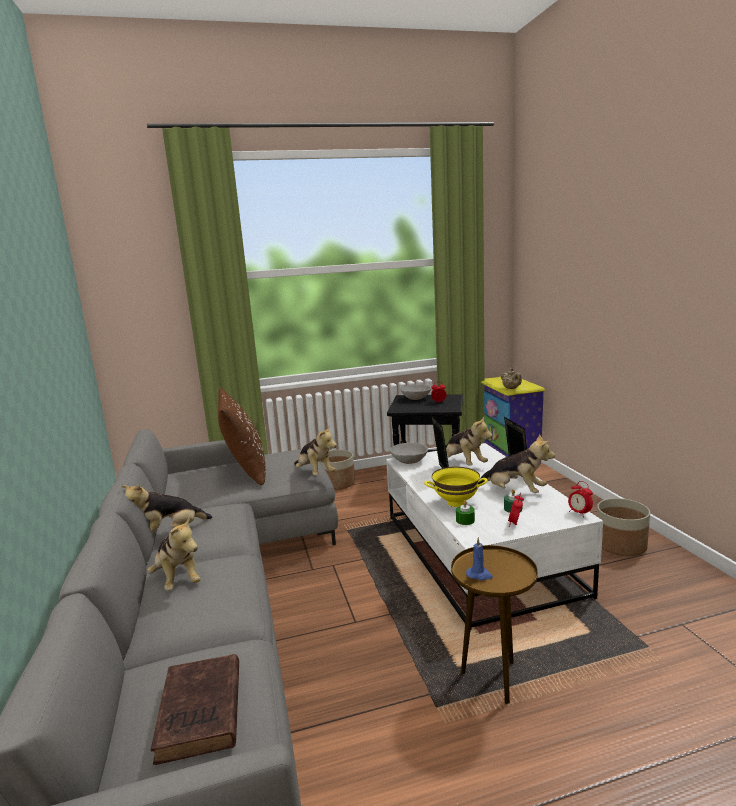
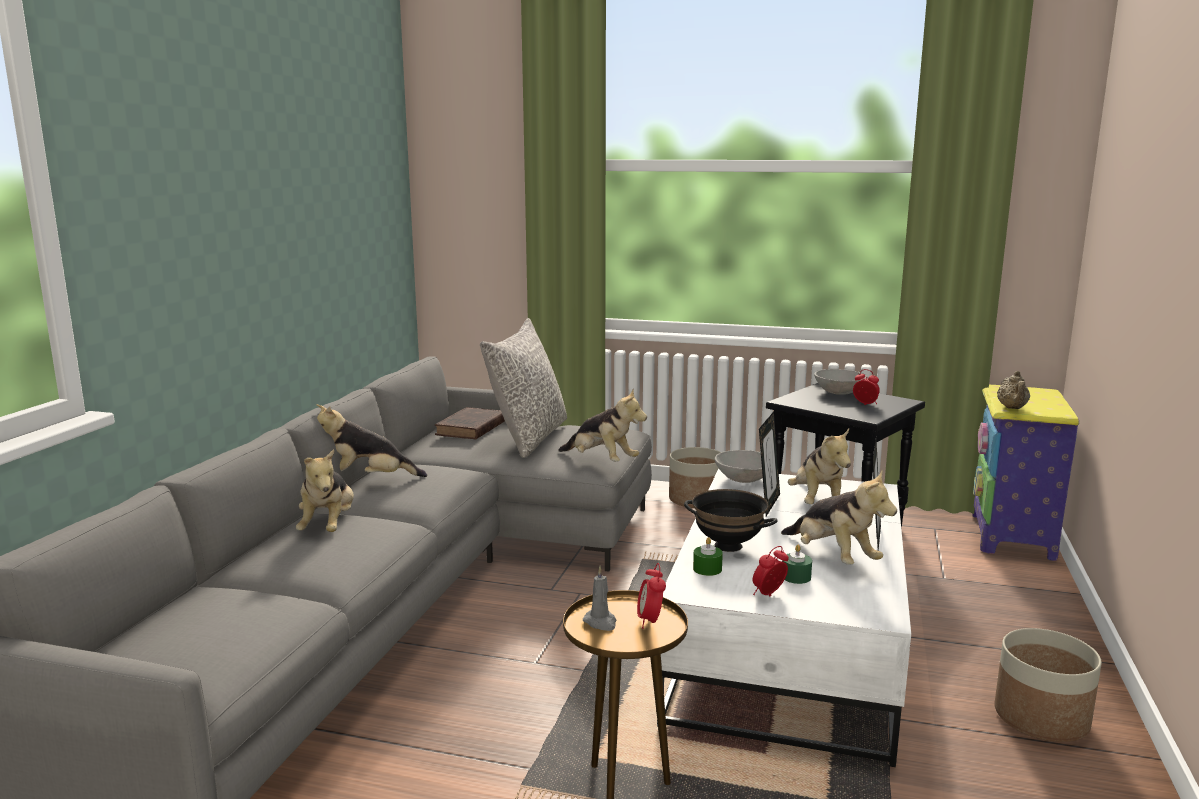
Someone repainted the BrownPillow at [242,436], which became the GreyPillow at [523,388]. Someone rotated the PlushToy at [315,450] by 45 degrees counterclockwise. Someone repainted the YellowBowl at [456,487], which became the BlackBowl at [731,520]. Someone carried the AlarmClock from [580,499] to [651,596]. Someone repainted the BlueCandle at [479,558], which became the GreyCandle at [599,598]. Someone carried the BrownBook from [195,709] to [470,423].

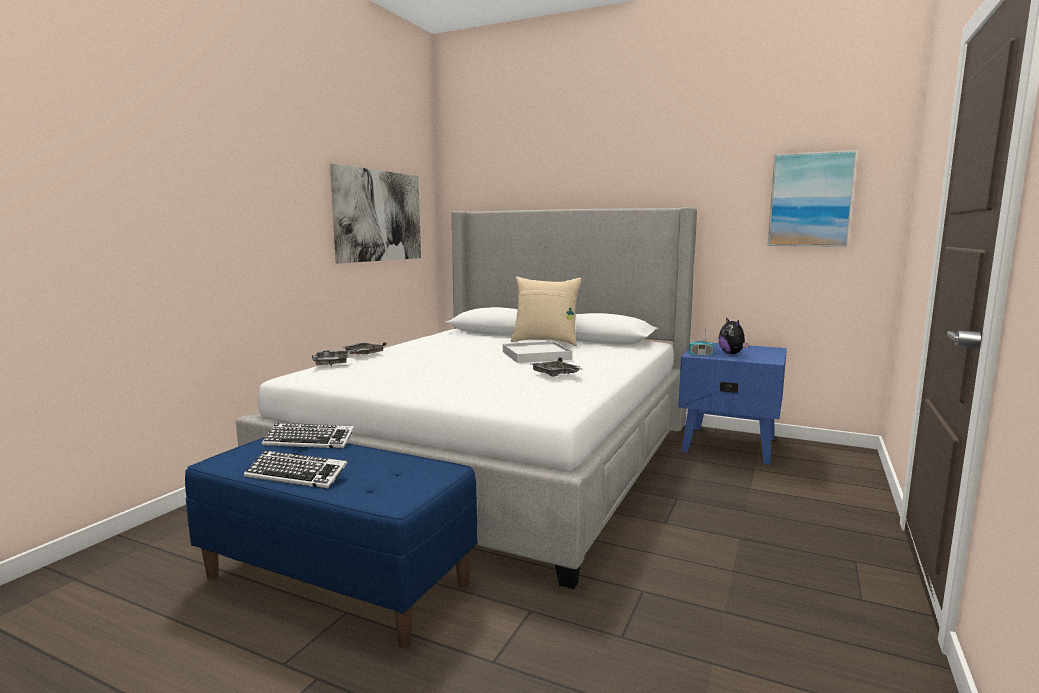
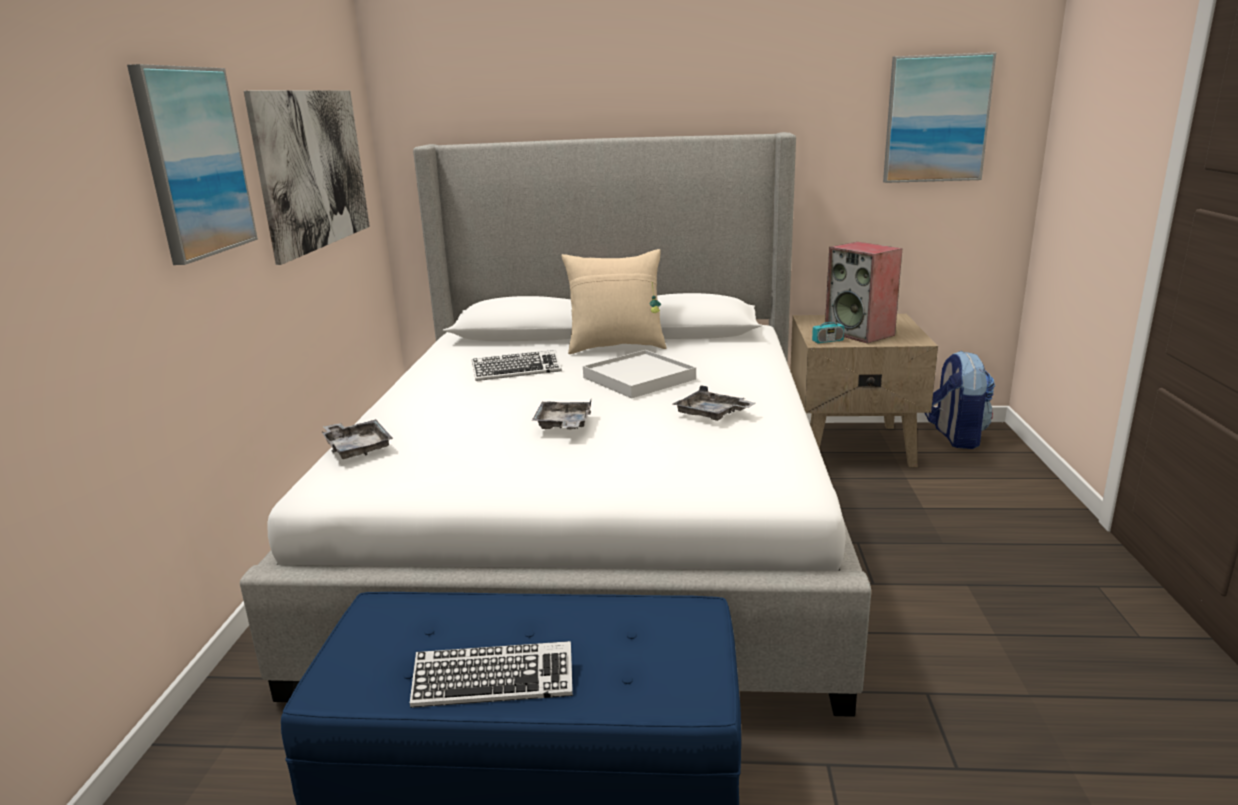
Someone swapped the PlushToy at [733,335] for the Speaker at [864,292]. Someone carried the GreyTray from [364,348] to [562,413]. Someone repainted the BlueNightstand at [732,403], which became the BeigeNightstand at [864,390]. Someone carried the Keyboard from [308,436] to [517,365]. Someone put up the Picture at [192,164]. Someone put down the Backpack at [959,399].

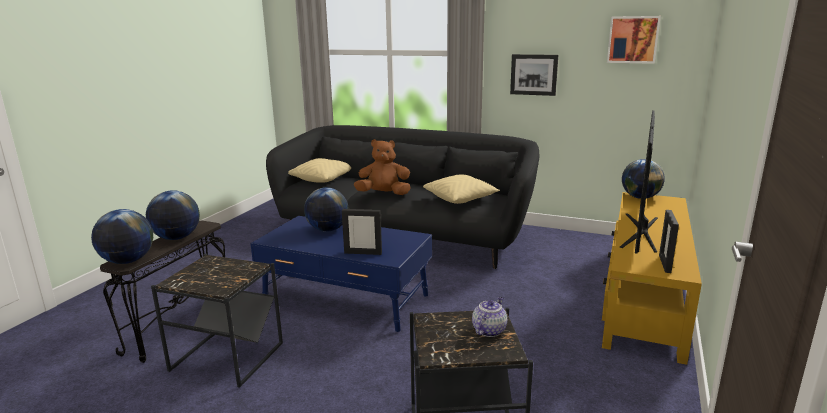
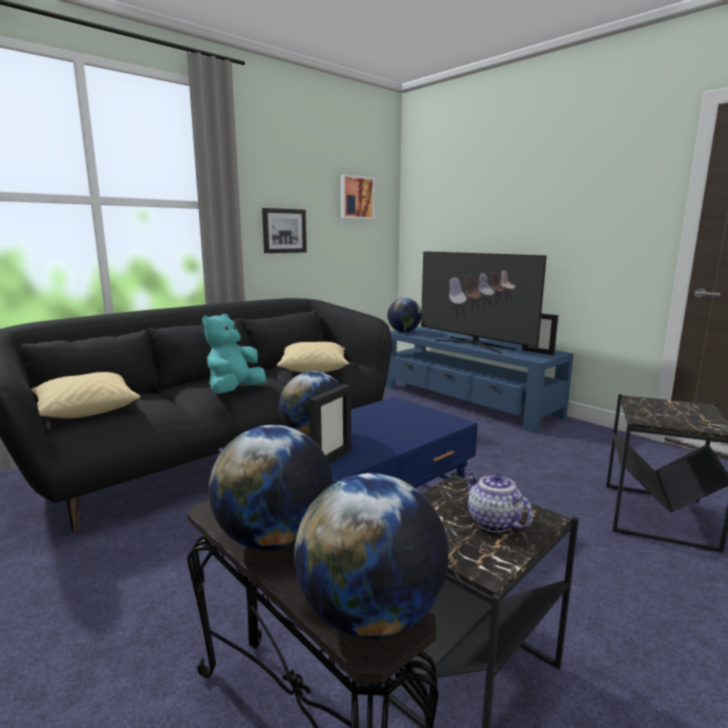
Someone repainted the BrownPlushToy at [382,167], which became the TurquoisePlushToy at [234,353]. Someone repainted the YellowTvStand at [652,278], which became the BlueTvStand at [479,379]. Someone carried the PictureFrame from [362,232] to [330,424]. Someone carried the Teapot from [489,316] to [498,501].

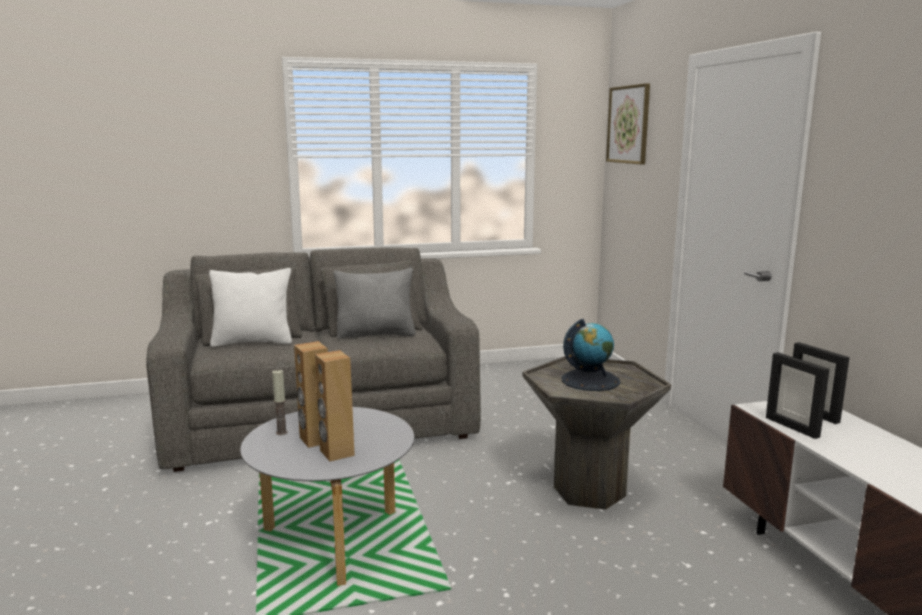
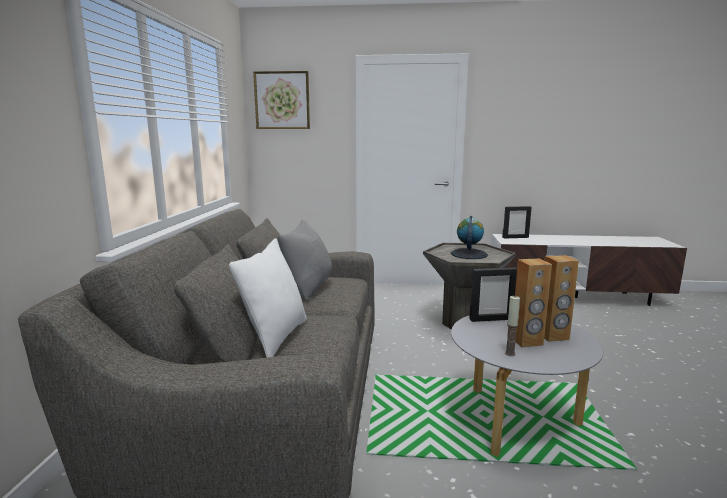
Someone carried the PictureFrame from [797,395] to [493,295].

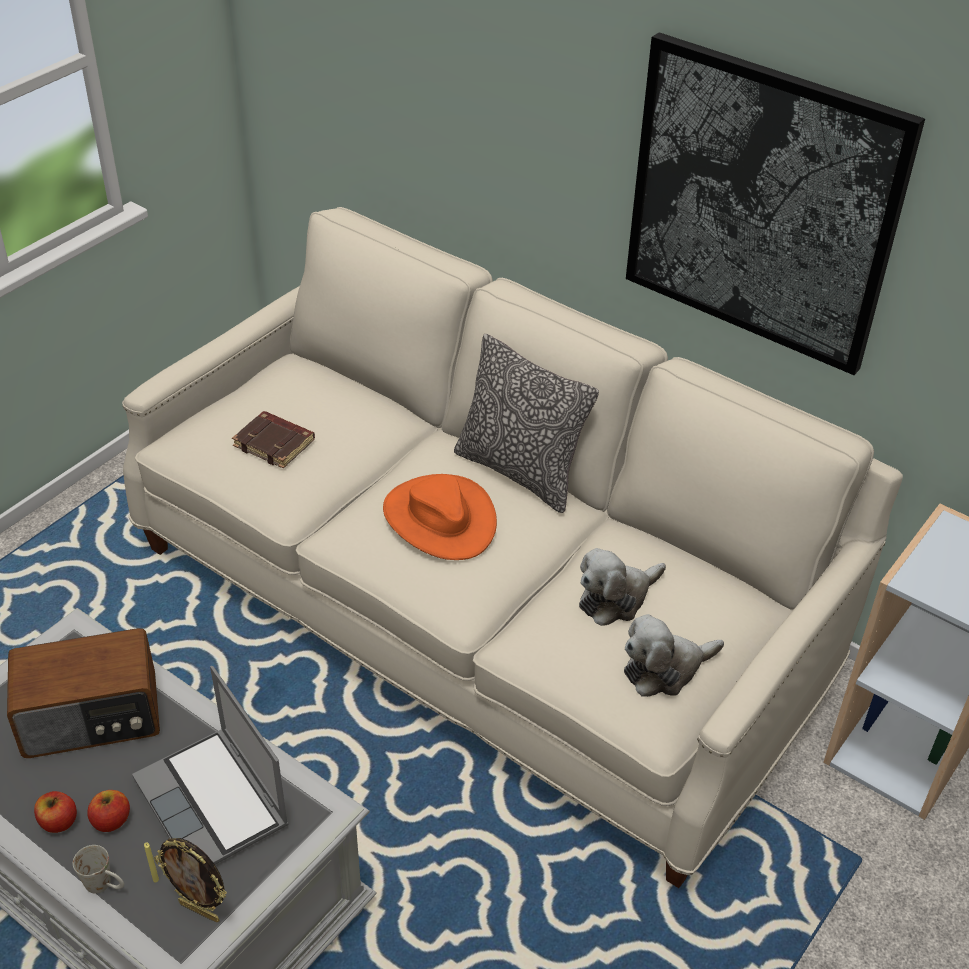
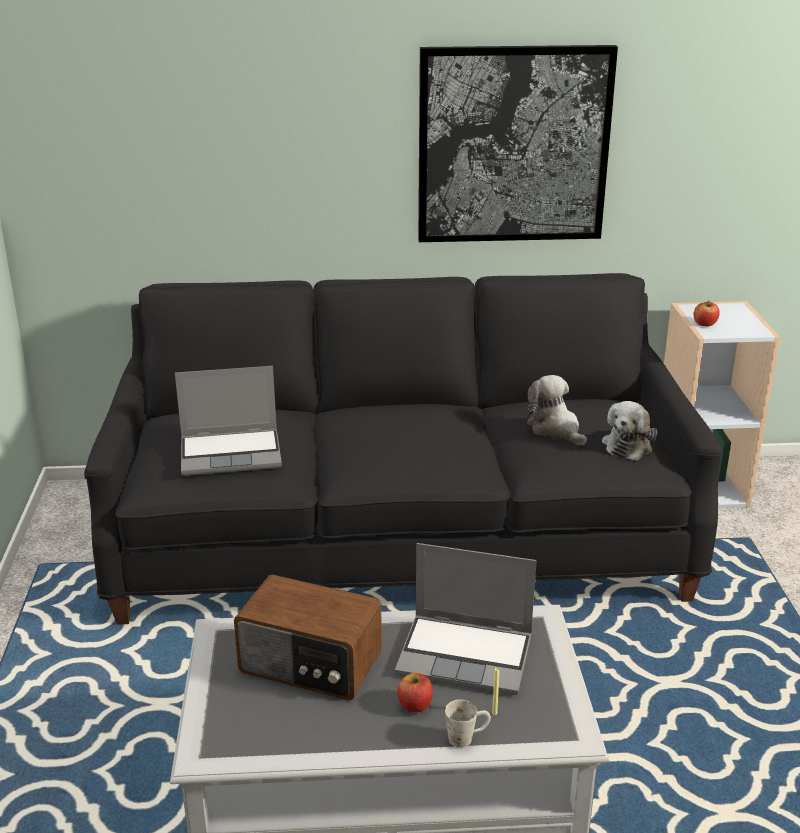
Someone repainted the BeigeSofa at [512,547], which became the BlackSofa at [403,449]. Someone took away the Pillow at [526,423]. Someone swapped the BrownBook at [273,440] for the Laptop at [228,421]. Someone took away the OrangeHat at [440,517]. Someone rotated the PlushToy at [622,587] by 135 degrees clockwise. Someone rotated the Radio at [83,693] by 75 degrees clockwise. Someone carried the Apple from [55,812] to [706,313]. Someone took away the PictureFrame at [190,880].

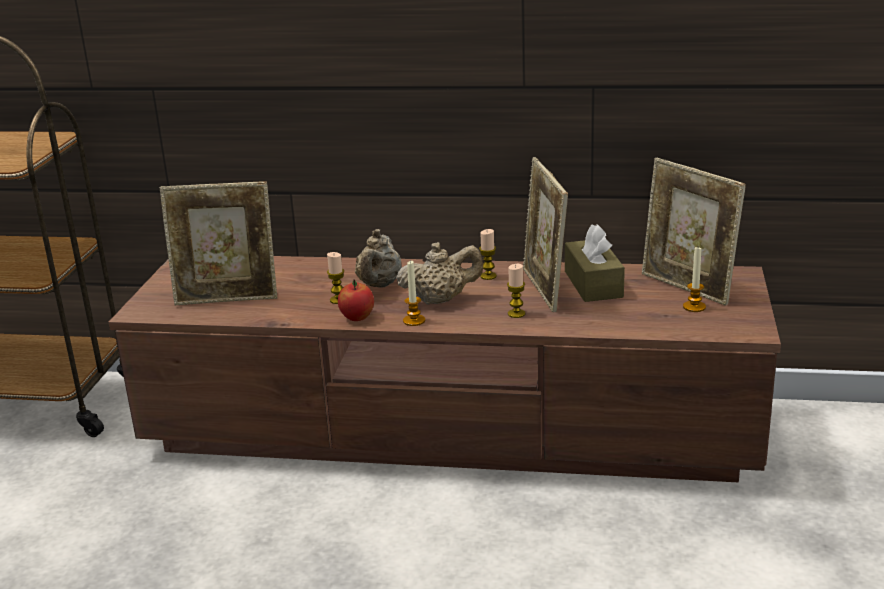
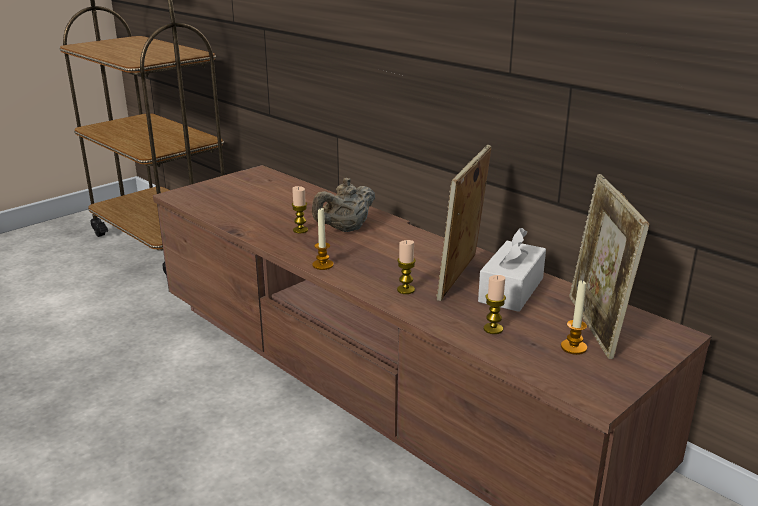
Someone took away the PictureFrame at [218,243]. Someone repainted the BrownTissueBox at [595,263], which became the WhiteTissueBox at [512,270]. Someone carried the Candle from [488,254] to [495,304]. Someone took away the BeigeTeapot at [439,273]. Someone took away the Apple at [356,300].

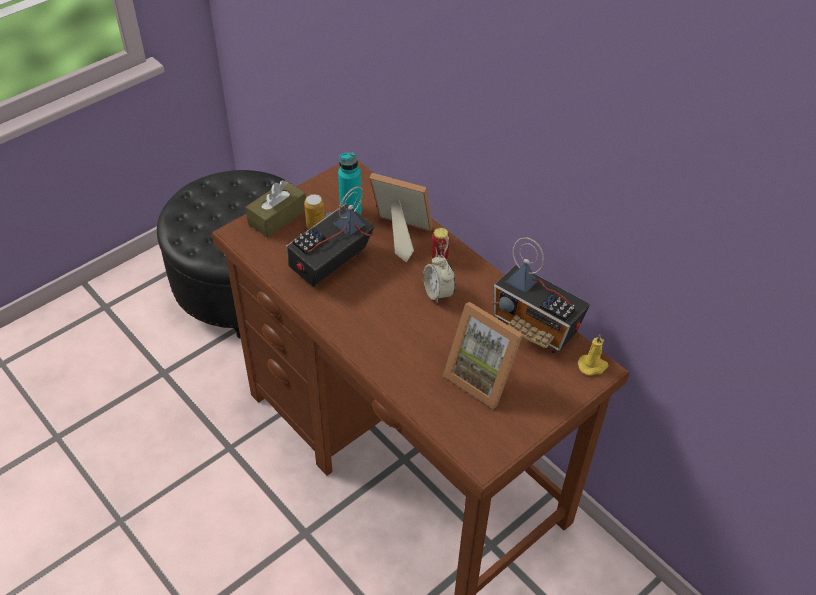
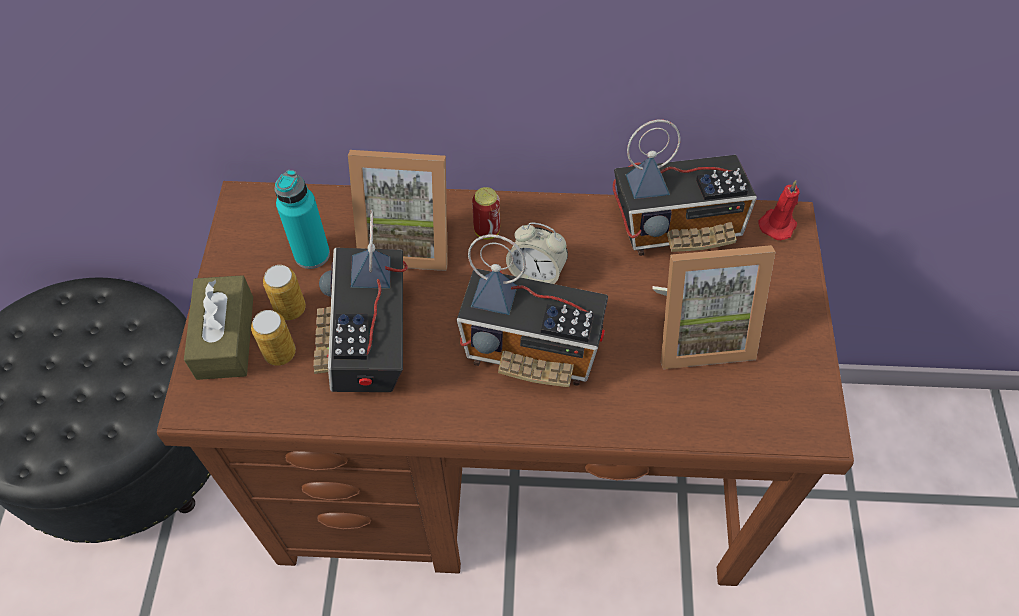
Someone rotated the PictureFrame at [401,217] by 150 degrees counterclockwise. Someone repainted the YellowCandle at [593,355], which became the RedCandle at [779,210]. Someone put down the Radio at [532,310]. Someone put down the Can at [273,338].

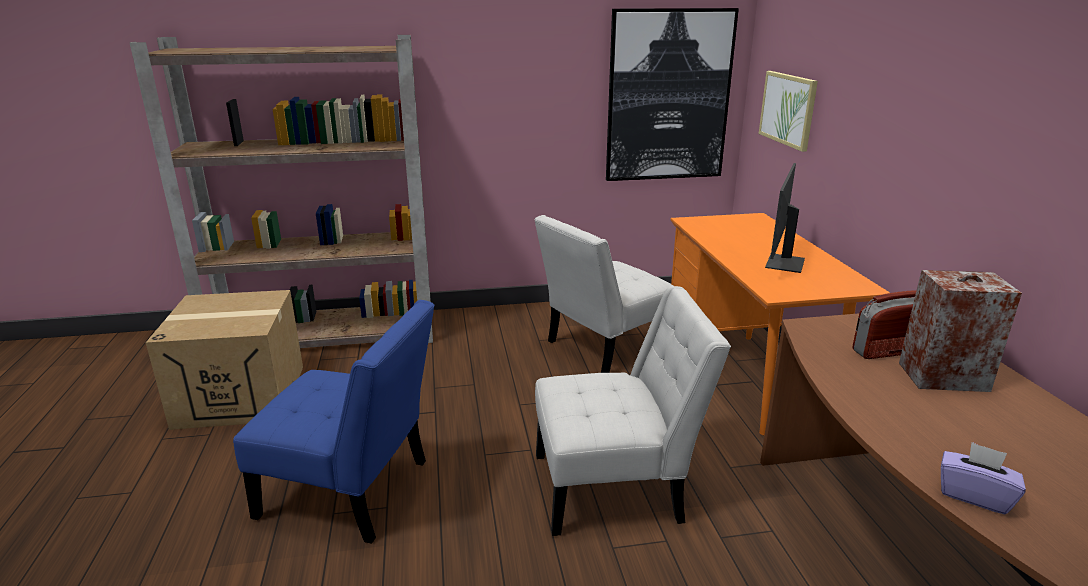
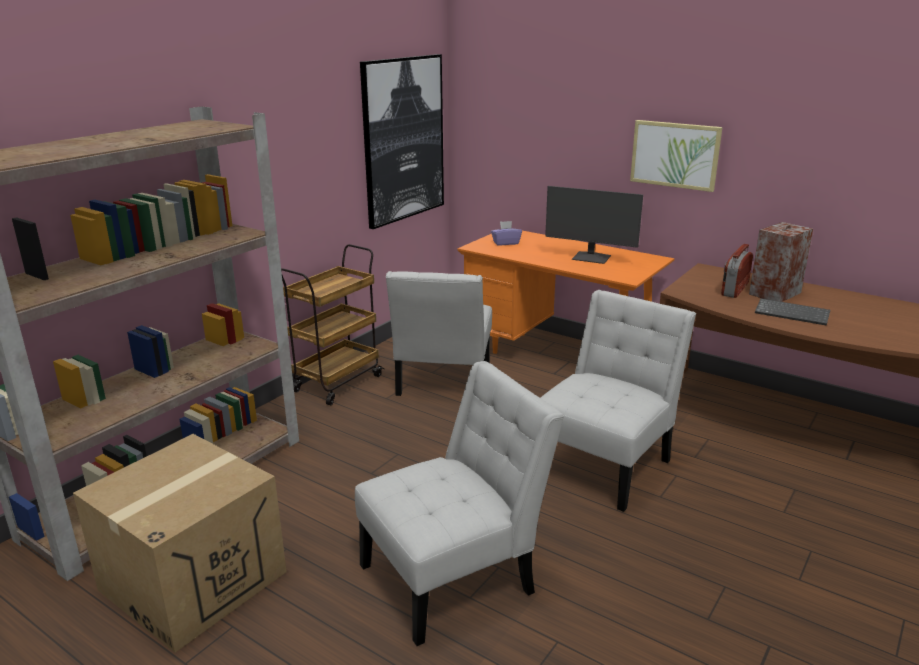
Someone carried the Picture from [788,111] to [676,156]. Someone rotated the Monitor at [785,218] by 45 degrees counterclockwise. Someone repainted the BlueChair at [334,422], which became the WhiteChair at [459,503]. Someone carried the PurpleTissueBox from [983,478] to [506,233]. Someone put down the BrownCart at [332,324]. Someone put down the Keyboard at [792,312].

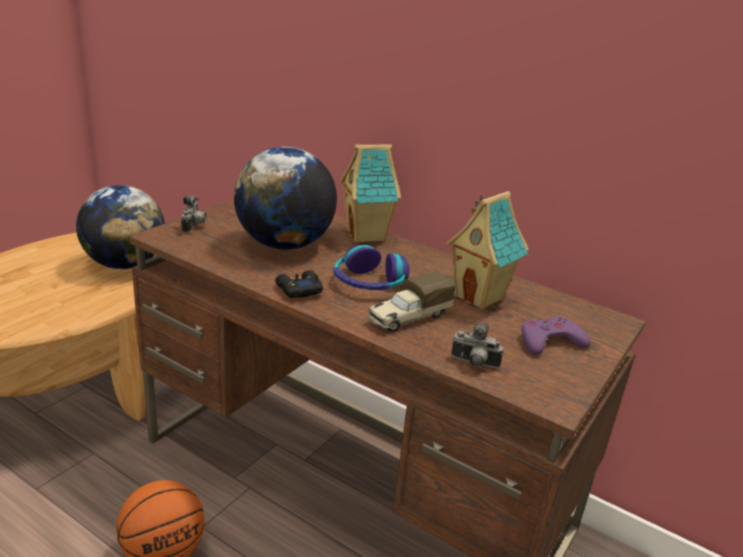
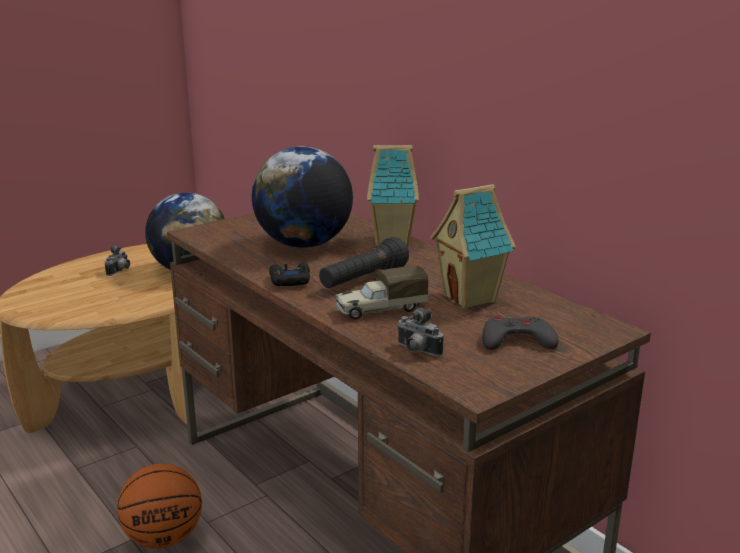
Someone carried the PhotoCamera from [193,214] to [117,260]. Someone swapped the Headphones at [371,267] for the BlackFlashlight at [364,262]. Someone repainted the PurpleGameController at [556,336], which became the GreyGameController at [520,332].

